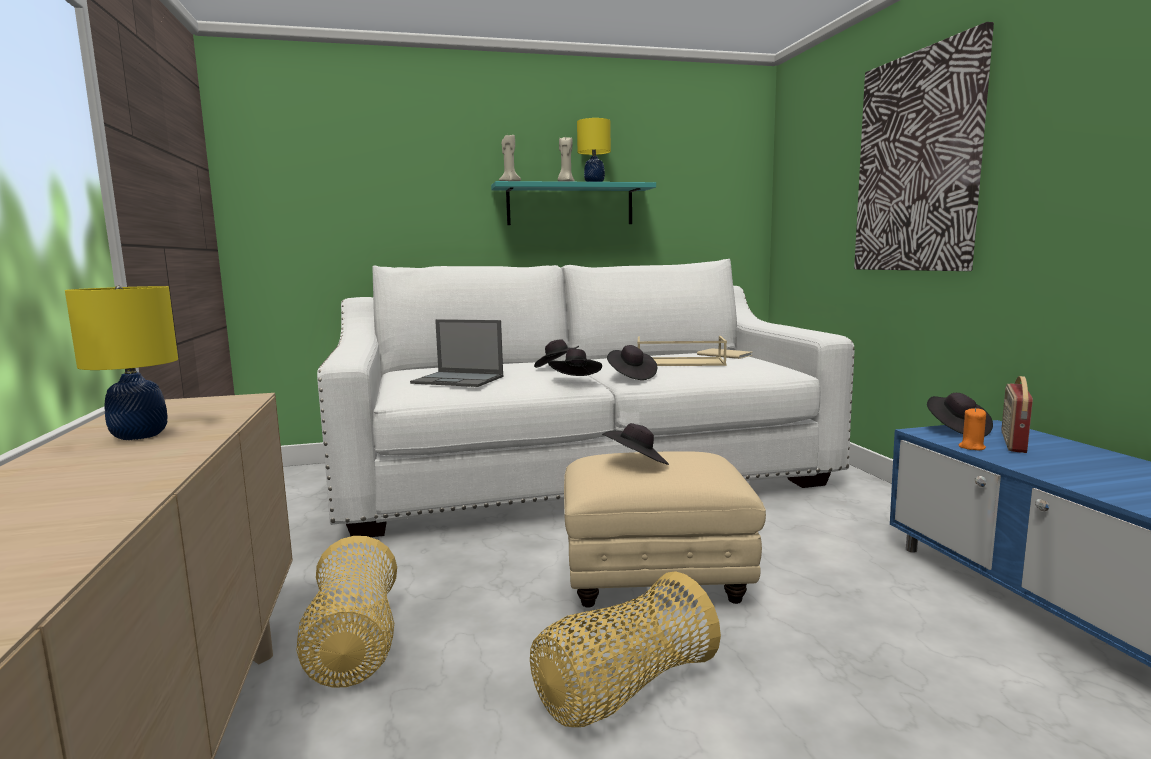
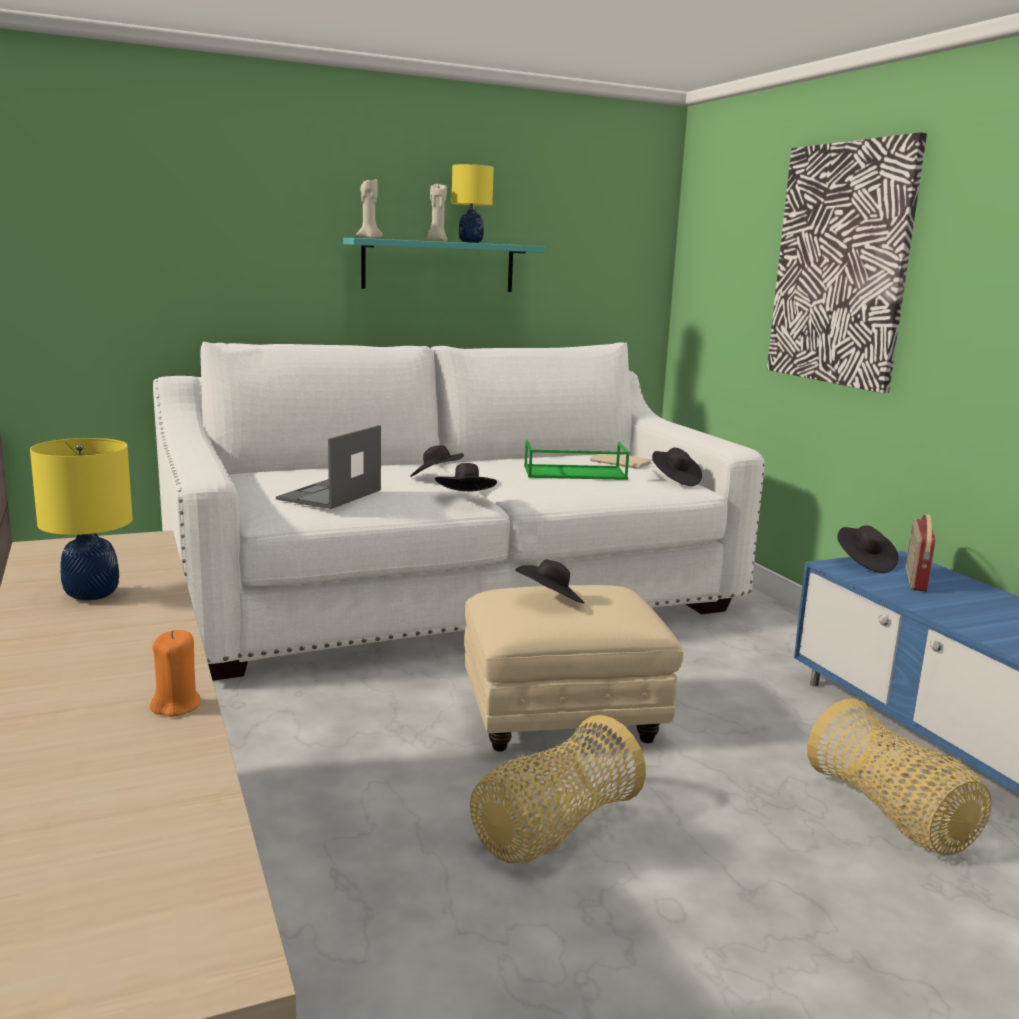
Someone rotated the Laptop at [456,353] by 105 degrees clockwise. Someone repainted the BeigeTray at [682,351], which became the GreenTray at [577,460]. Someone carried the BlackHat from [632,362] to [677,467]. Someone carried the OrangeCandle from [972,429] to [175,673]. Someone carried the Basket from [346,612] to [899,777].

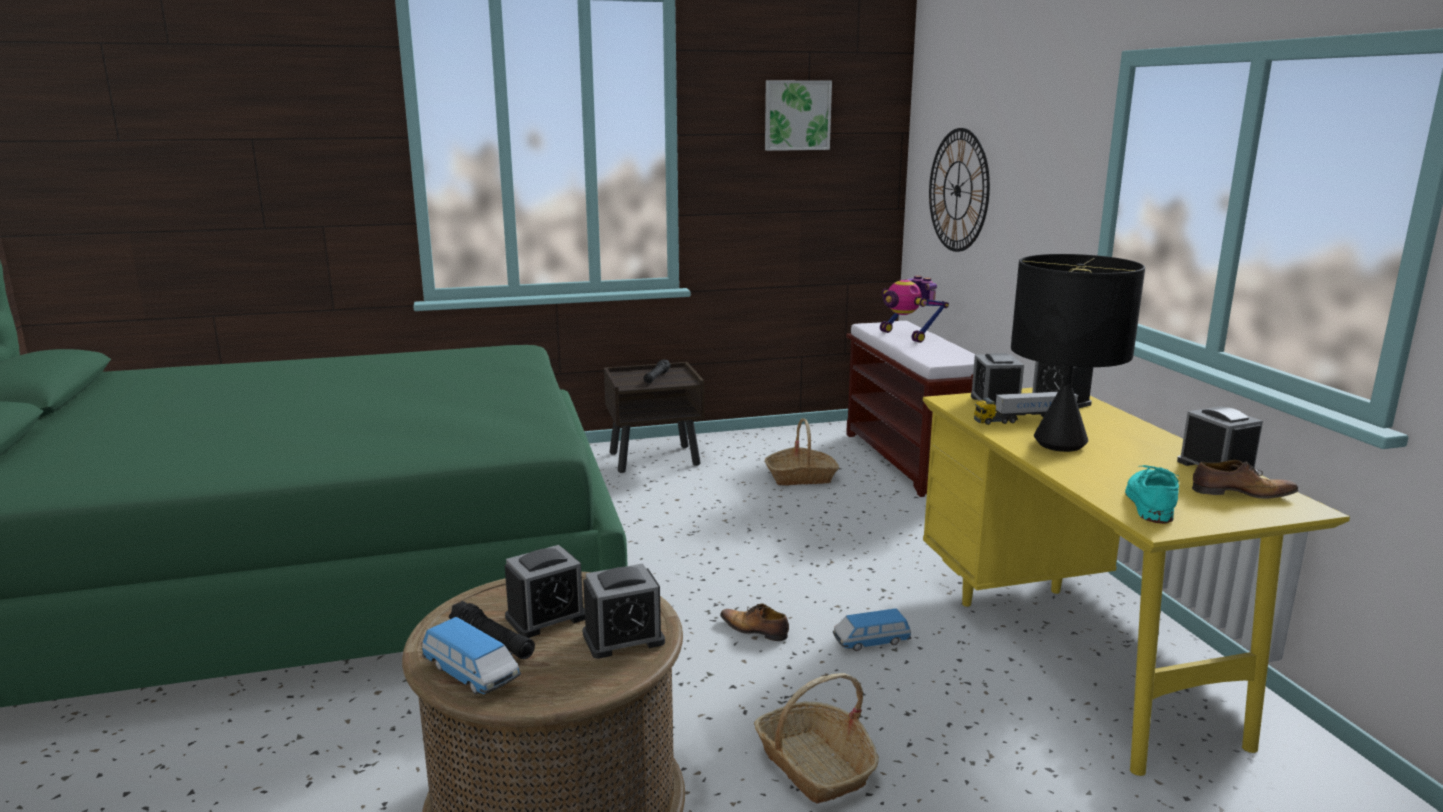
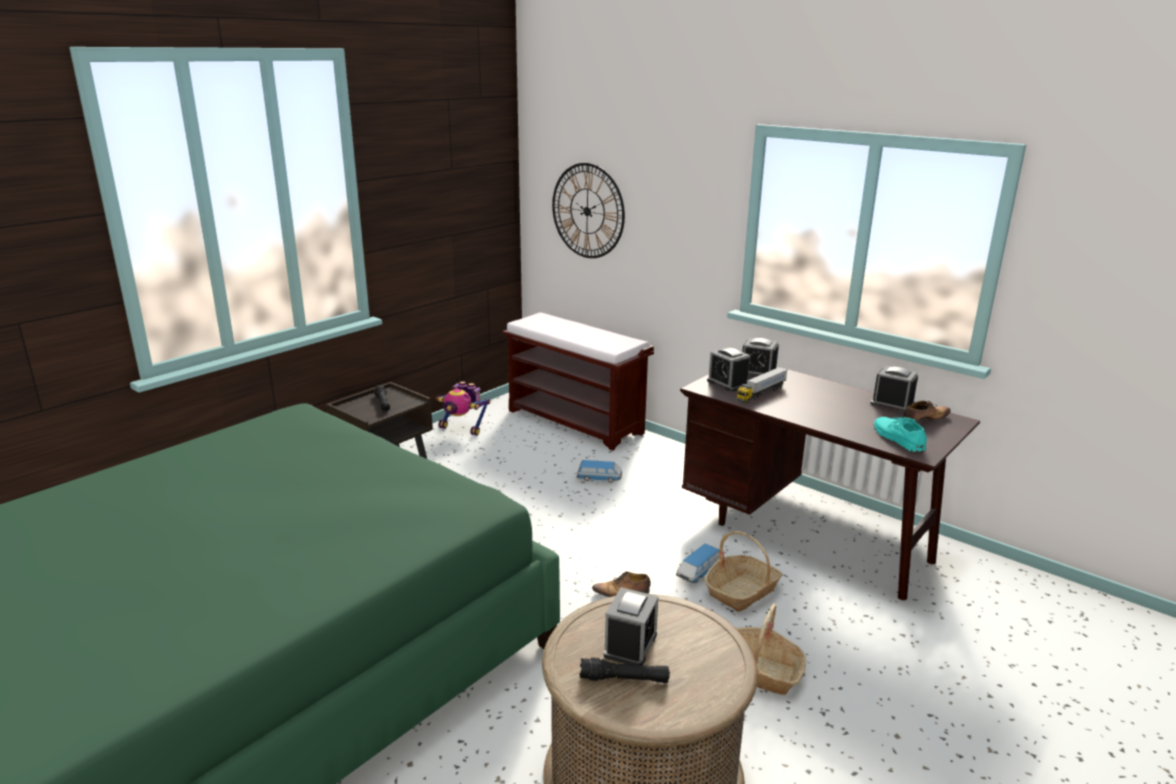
Someone took away the Picture at [798,115]. Someone took away the BlackTableLamp at [1078,353]. Someone carried the ToyRobot from [914,309] to [463,408]. Someone repainted the YellowDesk at [1136,582], which became the BrownDesk at [830,483]. Someone carried the Basket from [802,452] to [743,571]. Someone took away the AlarmClock at [623,611]. Someone carried the ToyCar from [471,655] to [599,471].

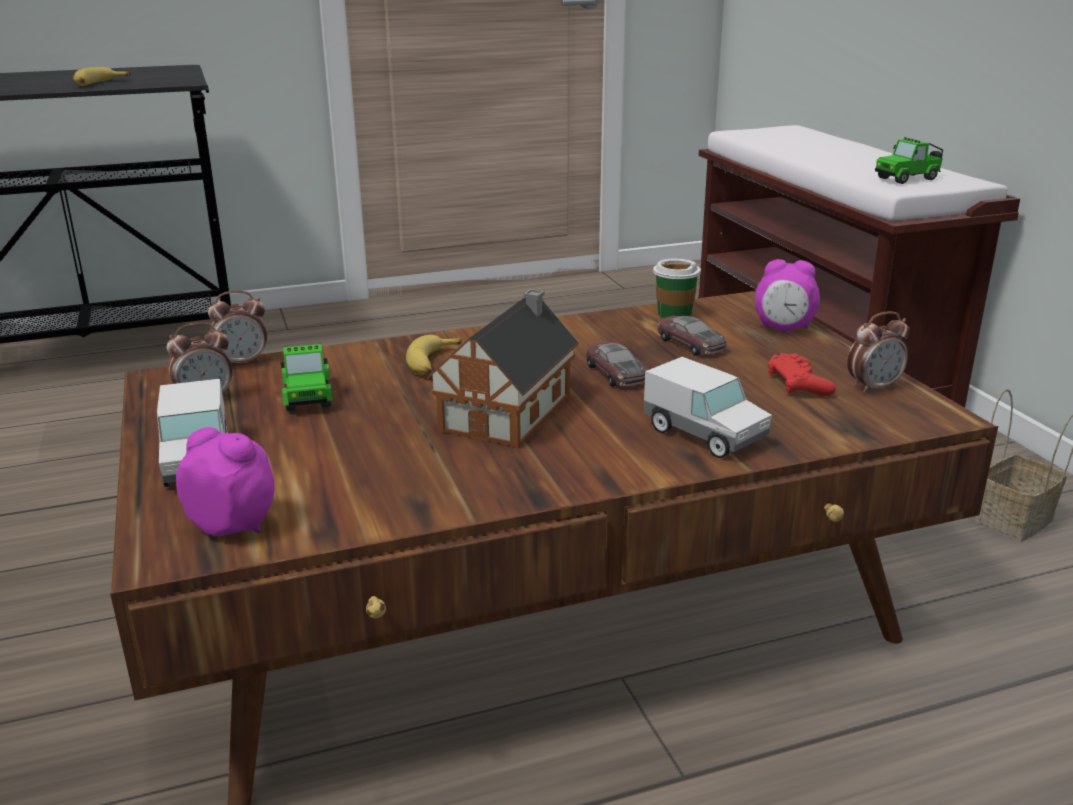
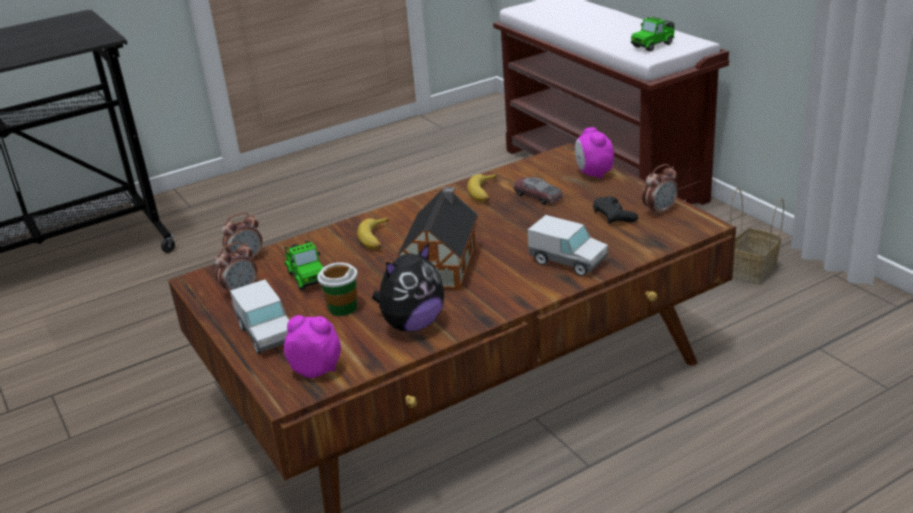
Someone carried the Banana from [102,76] to [482,188]. Someone carried the Cup from [677,288] to [337,289]. Someone rotated the AlarmClock at [787,295] by 75 degrees clockwise. Someone took away the ToyCar at [616,364]. Someone repainted the RedGameController at [802,374], which became the BlackGameController at [615,211]. Someone put down the PlushToy at [408,287].

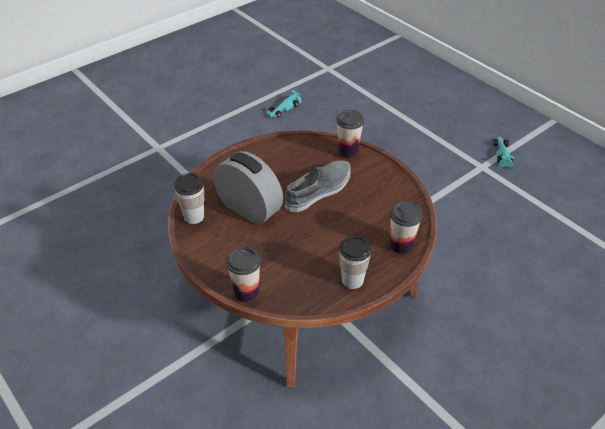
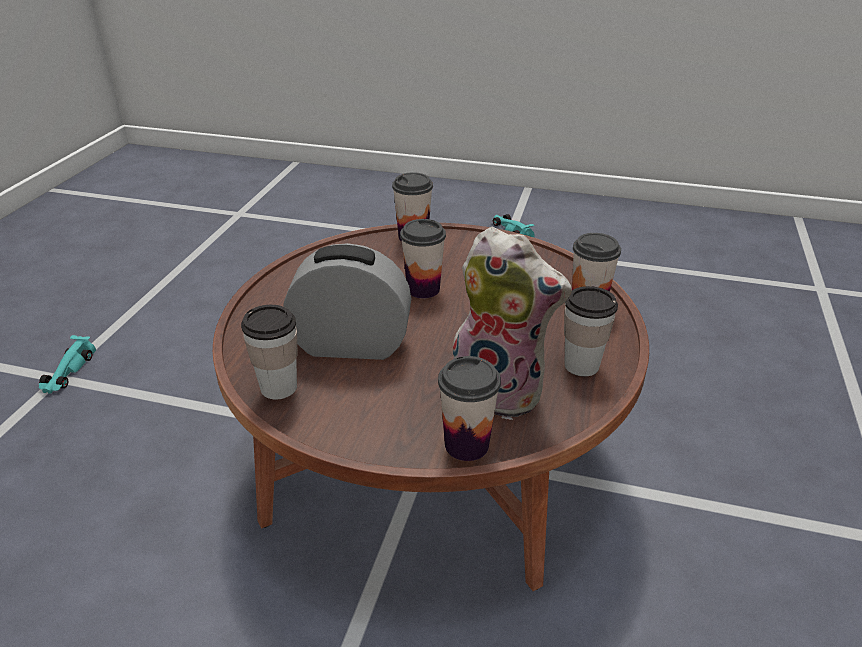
Someone carried the TurquoiseToyCar from [284,104] to [67,364]. Someone swapped the GreyShoe at [317,186] for the Cup at [423,259]. Someone put down the PlushToy at [512,323].

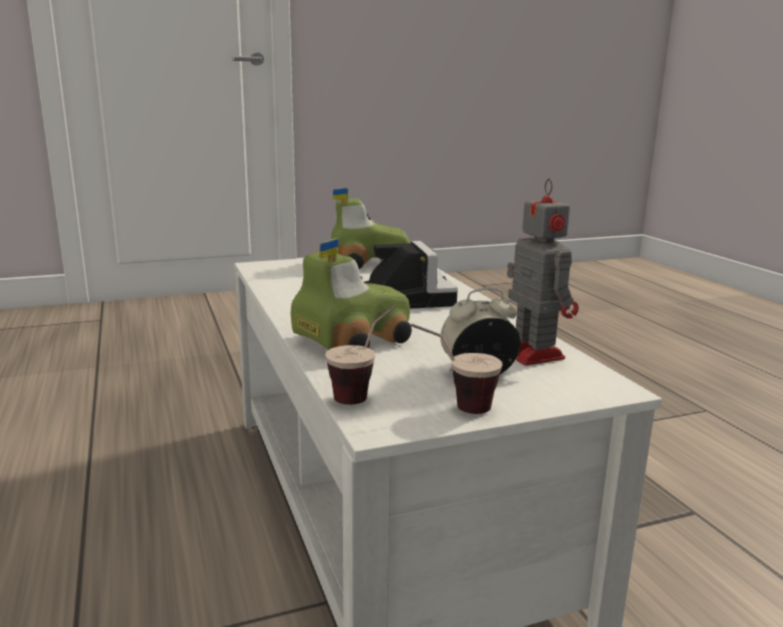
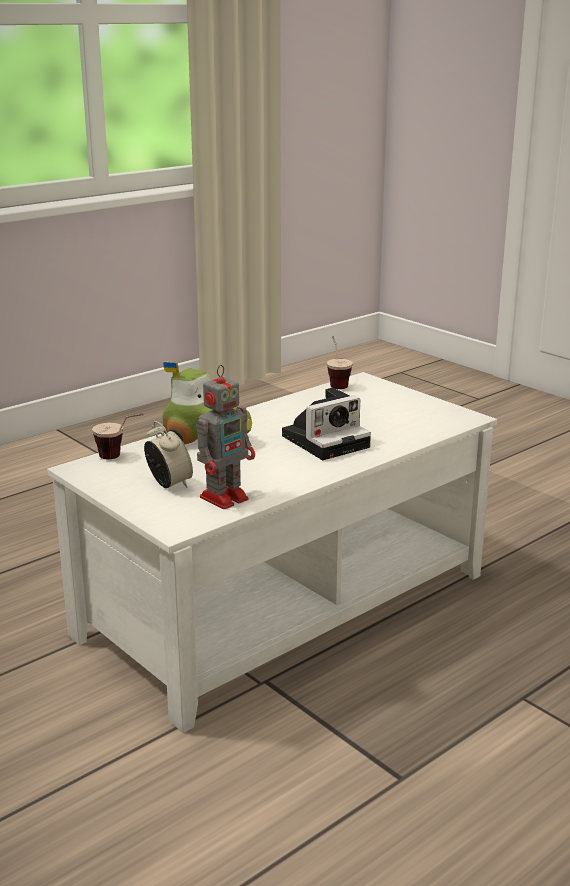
Someone took away the ToyCar at [370,228]. Someone carried the Cup from [456,368] to [340,362].

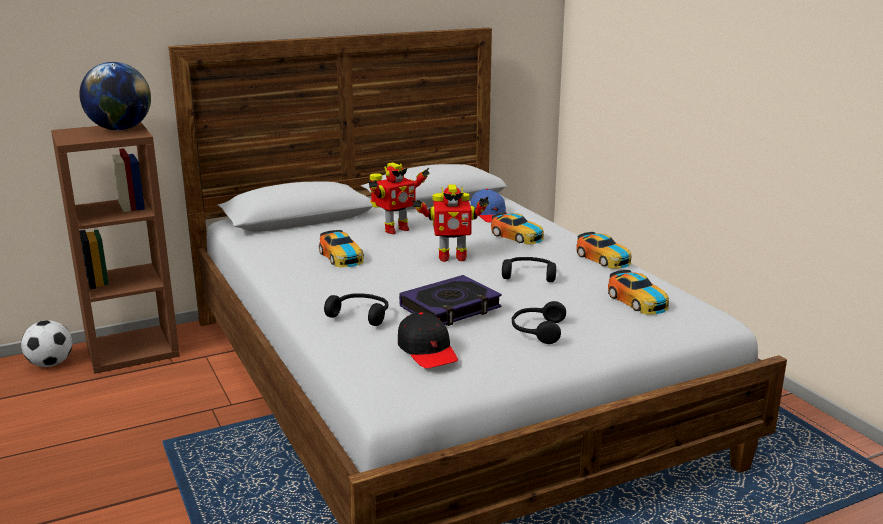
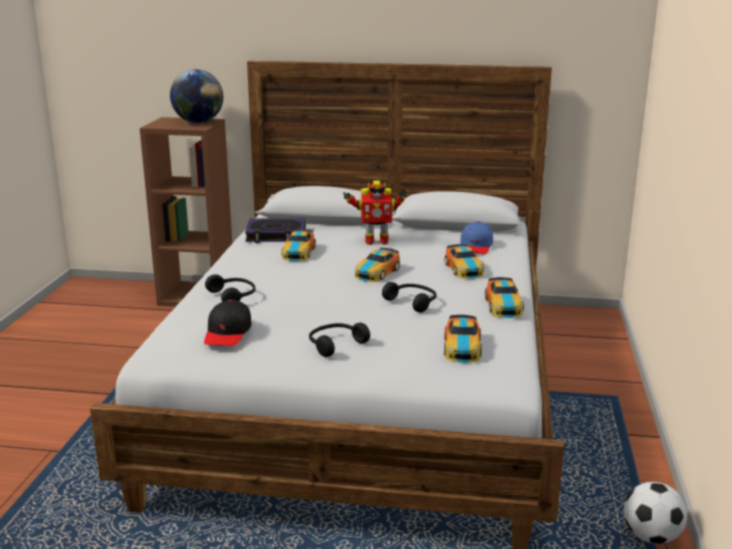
Someone swapped the ToyRobot at [450,223] for the ToyCar at [377,265]. Someone carried the Book from [450,300] to [275,230]. Someone carried the Football from [46,343] to [655,513].

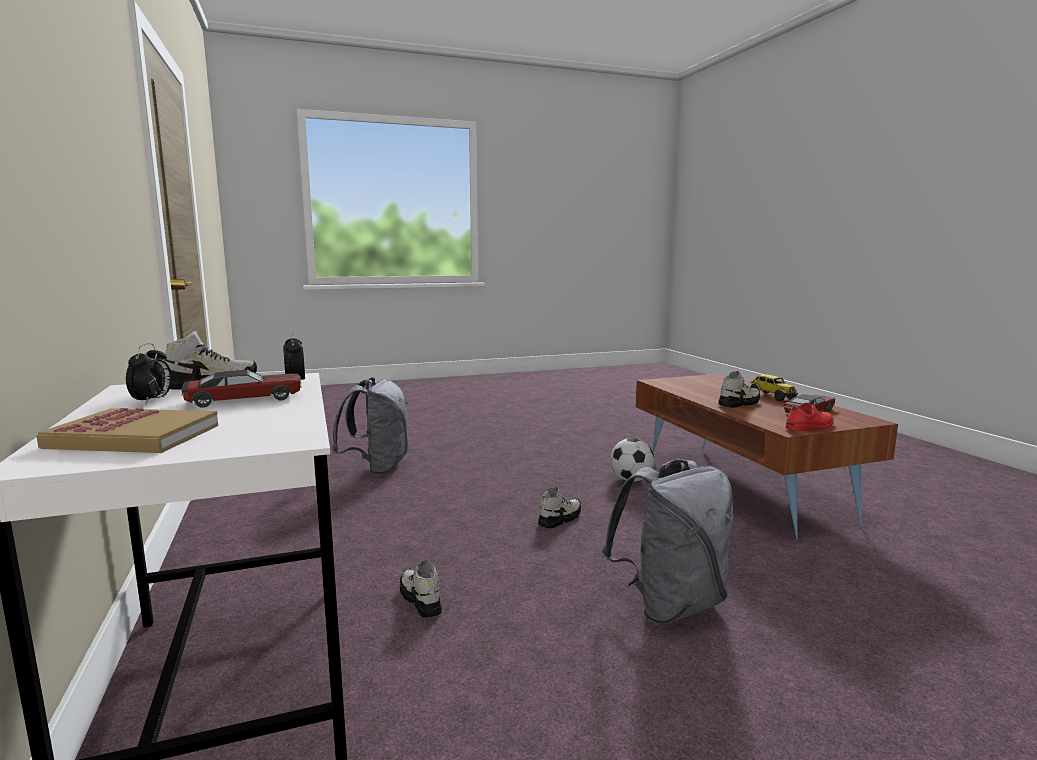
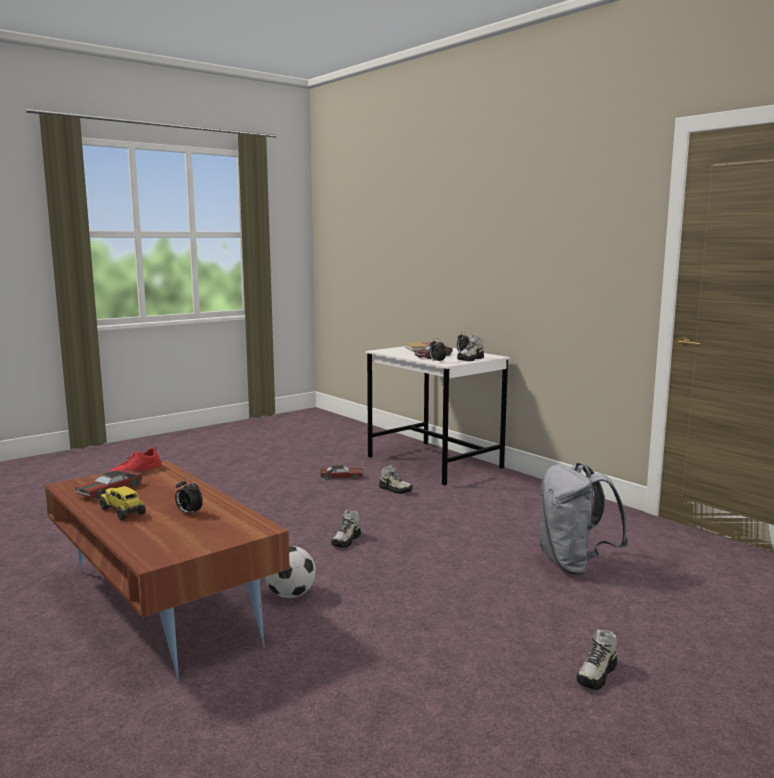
Someone carried the Shoe from [739,389] to [597,659]. Someone took away the GreyBackpack at [667,541]. Someone put down the ToyCar at [342,472]. Someone put down the AlarmClock at [189,496].

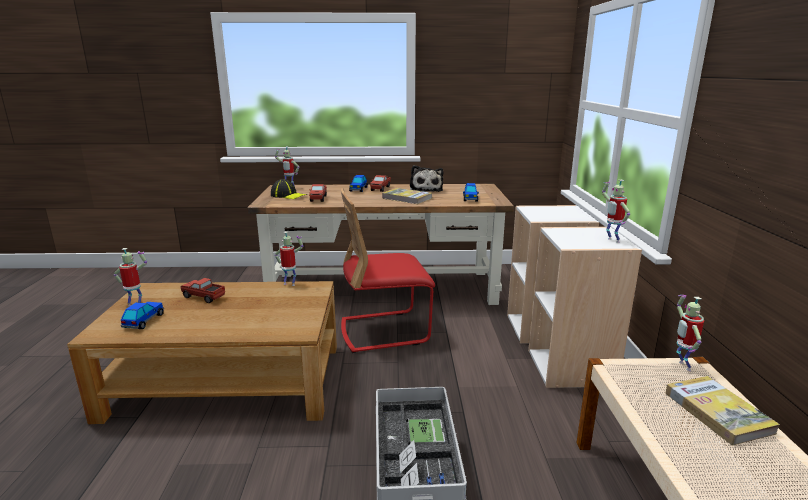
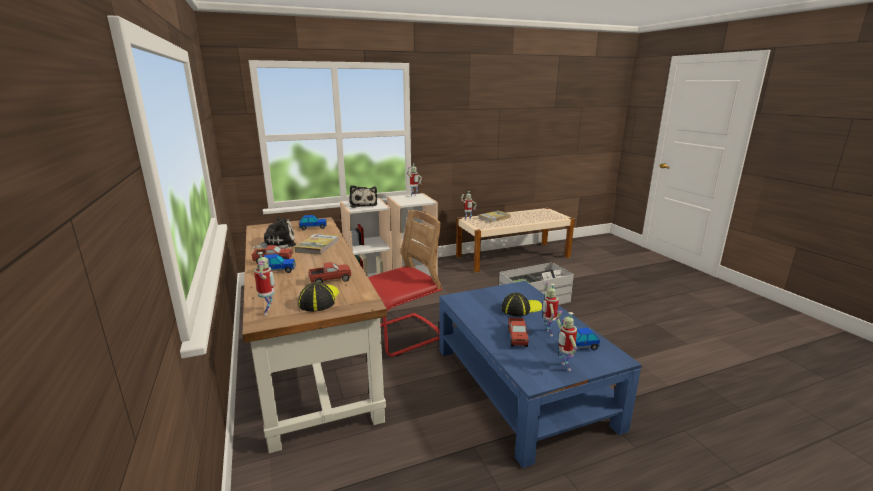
Someone rotated the RedChair at [388,270] by 90 degrees counterclockwise. Someone carried the ToyRobot from [289,259] to [551,309]. Someone repainted the BrownCoffeeTable at [202,352], which became the BlueCoffeeTable at [540,374]. Someone put down the PlushToy at [363,196]. Someone put down the Cap at [521,304].

